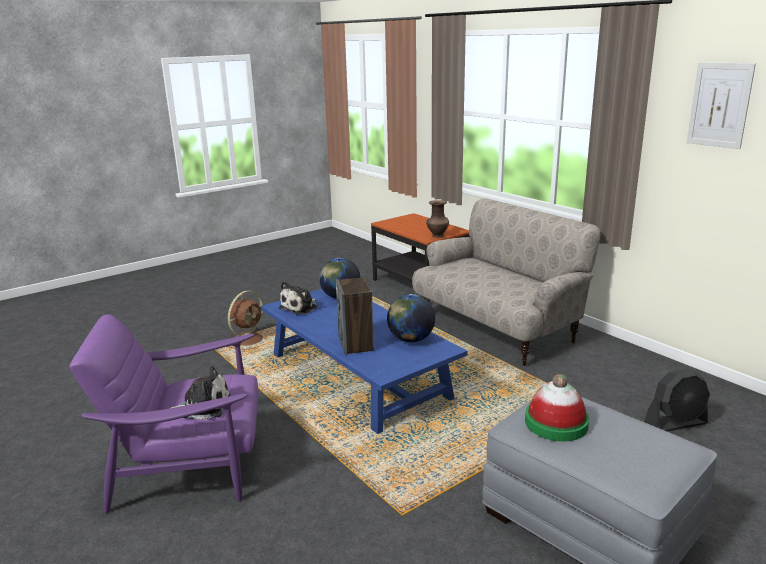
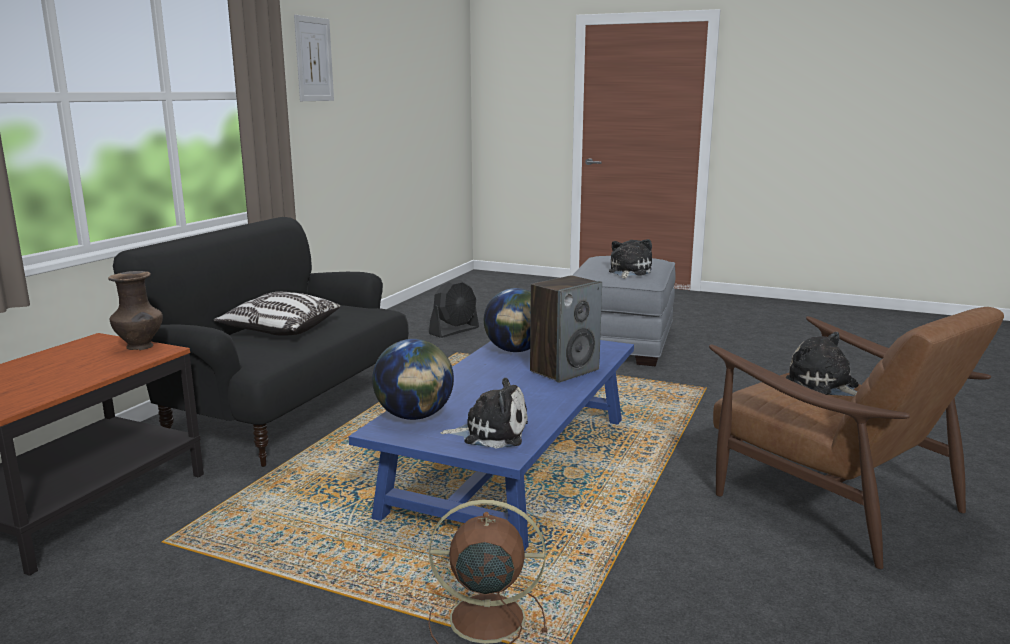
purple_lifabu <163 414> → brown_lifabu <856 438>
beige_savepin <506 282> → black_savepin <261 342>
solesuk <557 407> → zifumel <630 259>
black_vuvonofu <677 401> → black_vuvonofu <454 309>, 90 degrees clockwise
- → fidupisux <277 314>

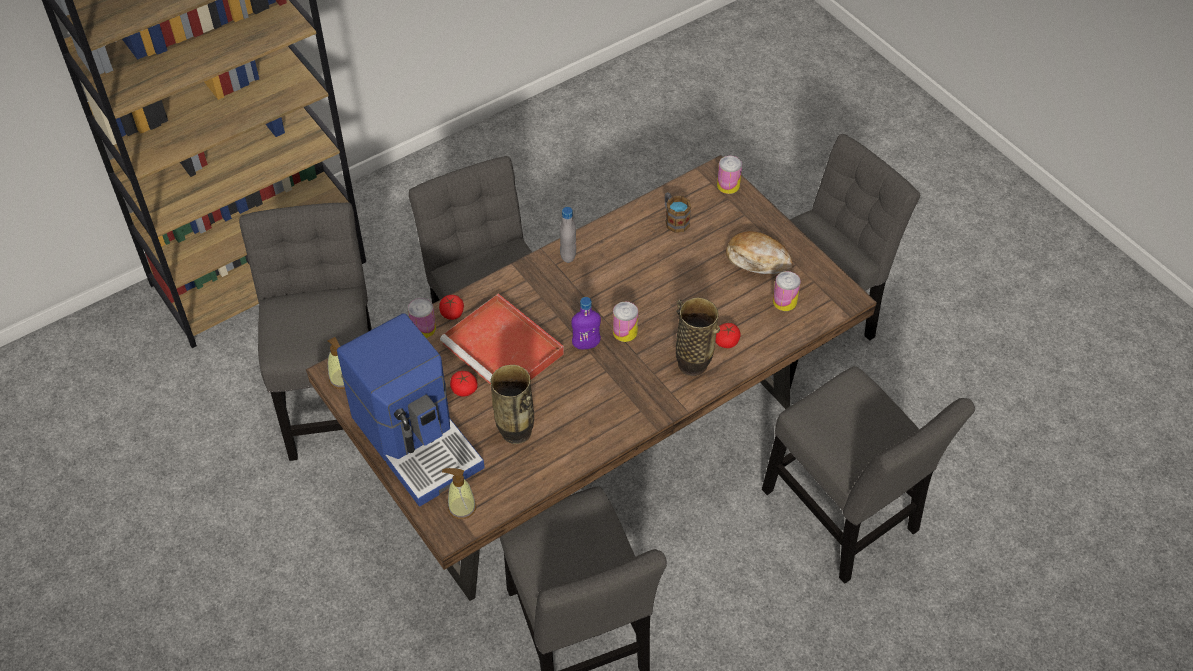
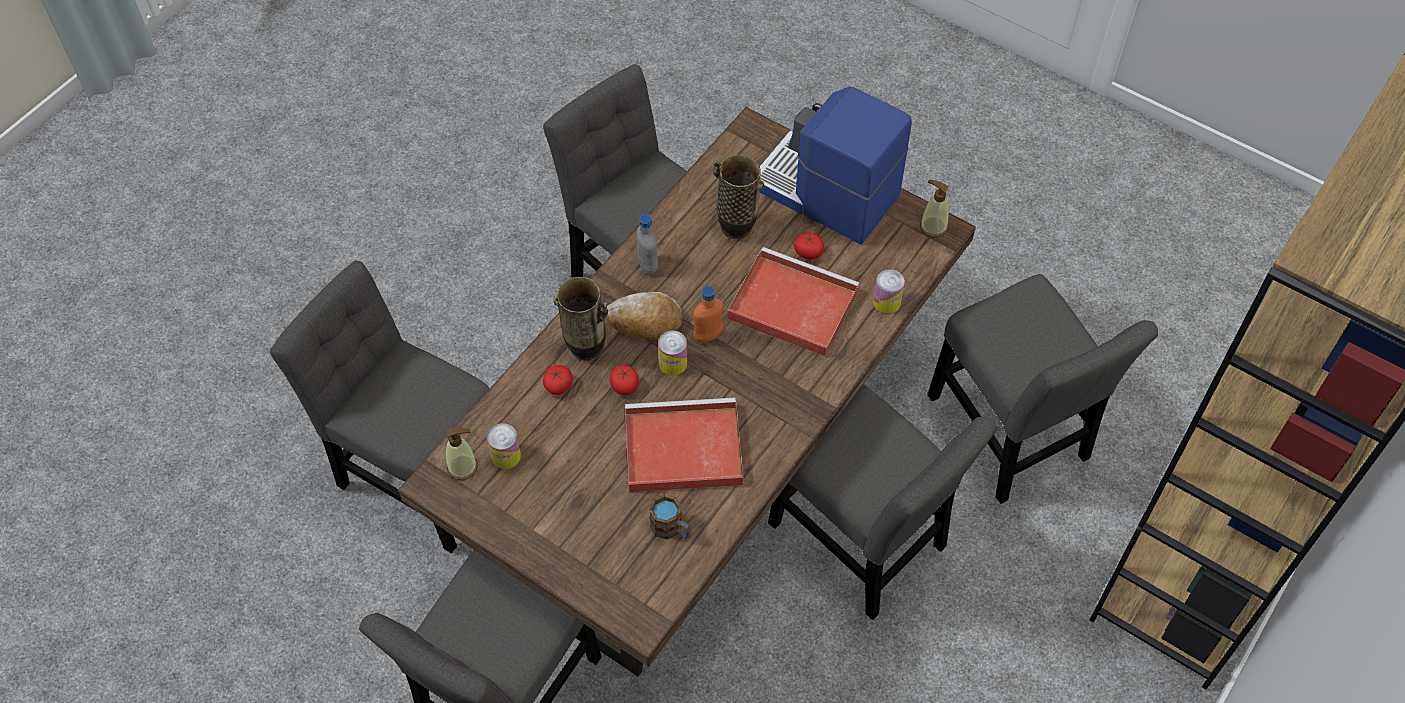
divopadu <451 307> → divopadu <624 380>, shifted
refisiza <459 493> → refisiza <462 454>, shifted
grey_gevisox <568 235> → grey_gevisox <647 244>, shifted
purple_gevisox <586 323> → orange_gevisox <708 314>
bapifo <729 175> → -
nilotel <759 252> → nilotel <644 316>, shifted
- → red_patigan <684 445>

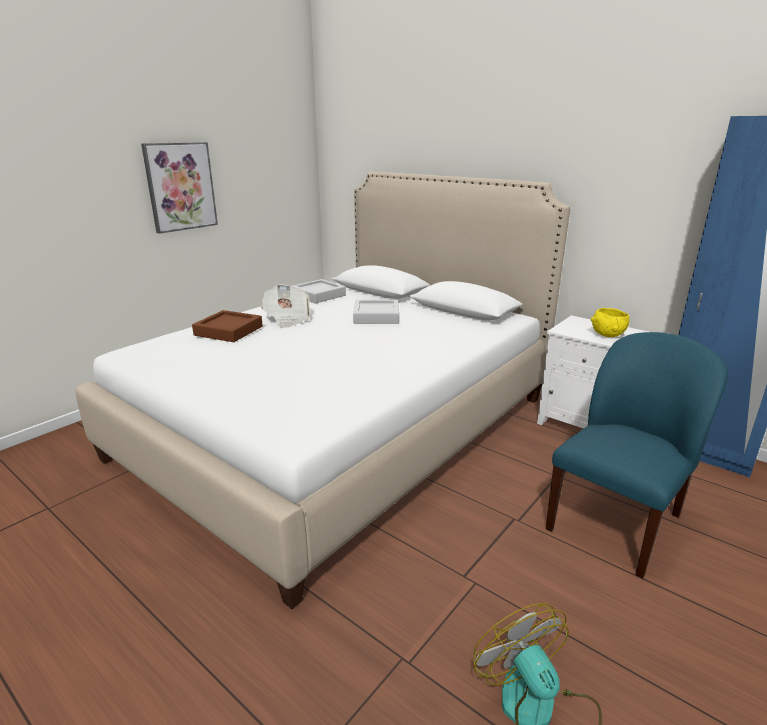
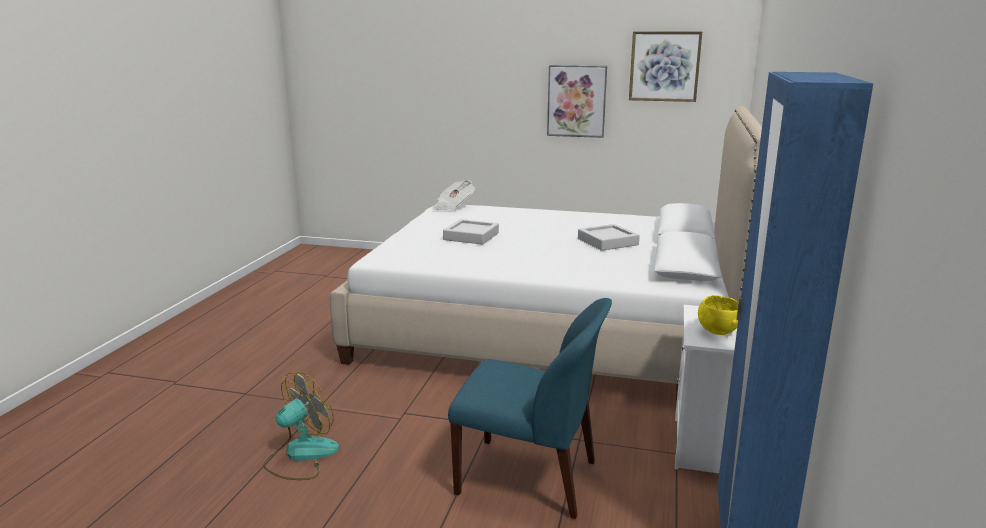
brown_patigan <227 326> → -
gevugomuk <285 306> → gevugomuk <453 195>, shifted
grey_patigan <318 291> → grey_patigan <471 232>, shifted
- → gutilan <665 67>

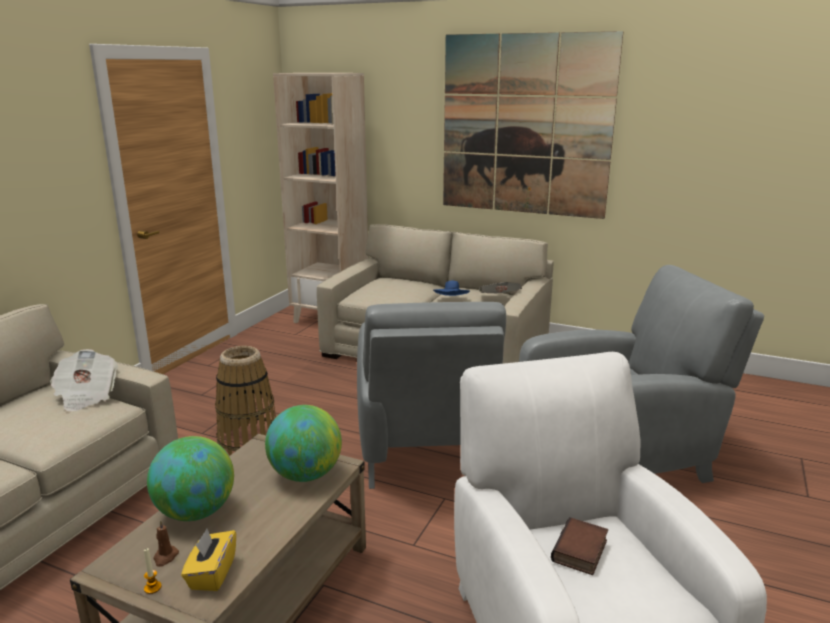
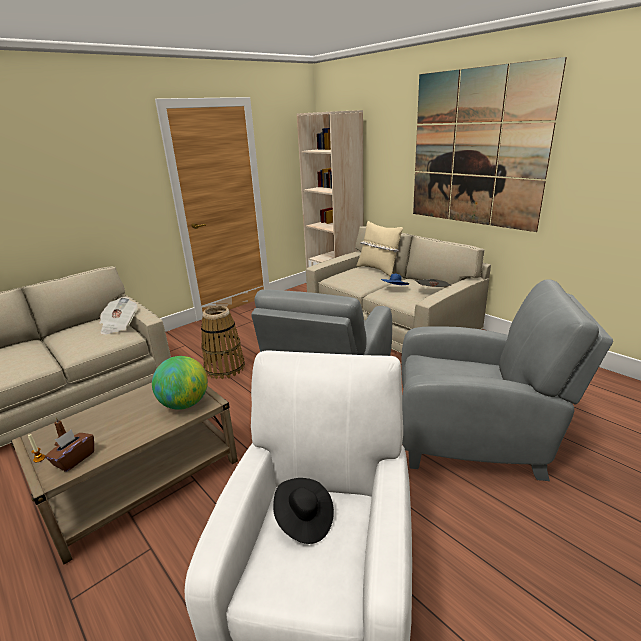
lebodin <190 478> → -
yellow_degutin <208 559> → brown_degutin <69 450>
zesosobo <579 546> → black_solesuk <303 511>
- → beige_fidupisux <380 249>

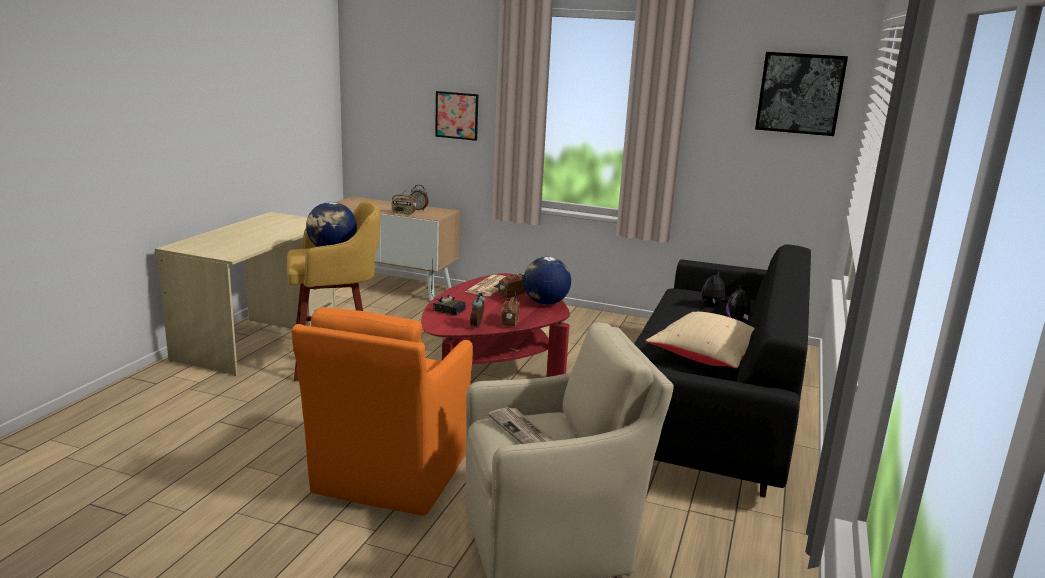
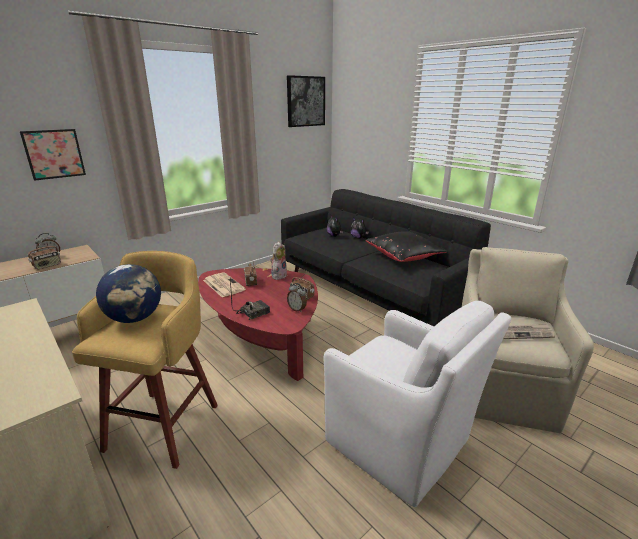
orange_lifabu <382 411> → white_lifabu <417 404>
lebodin <547 281> → zifumel <278 261>
beige_fidupisux <700 340> → black_fidupisux <407 246>

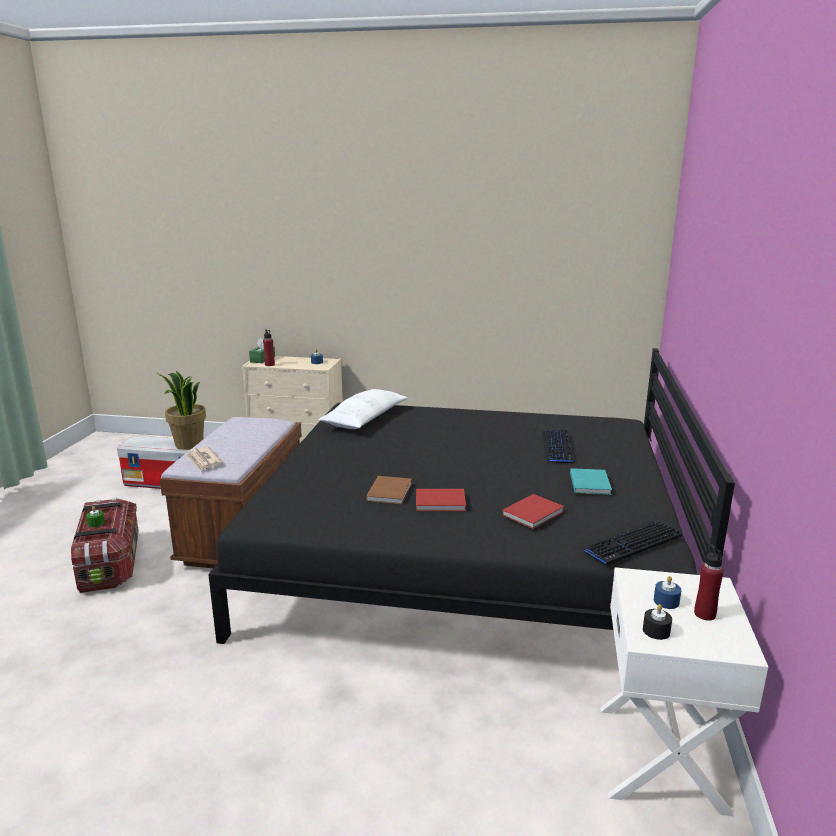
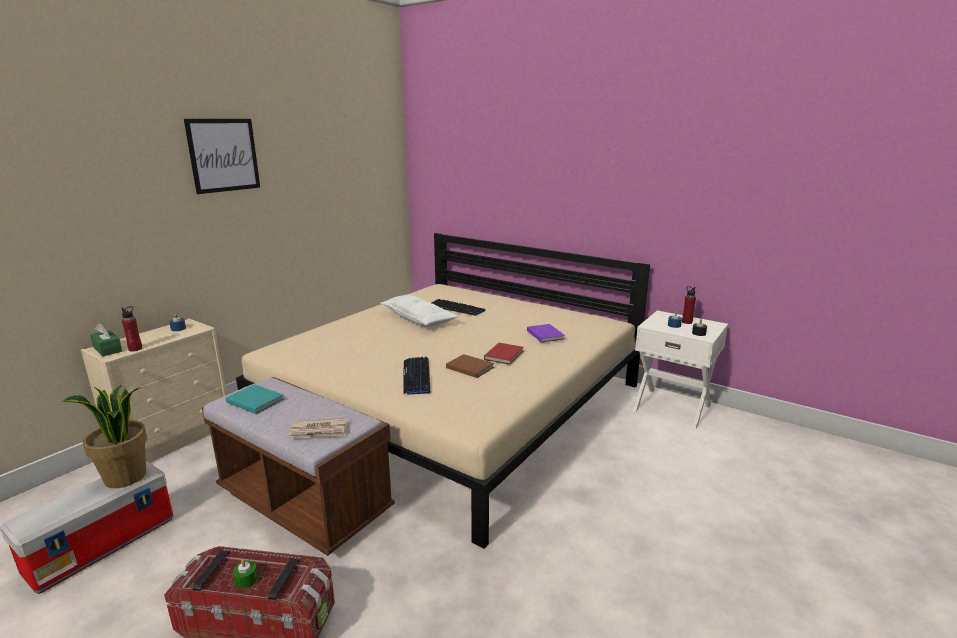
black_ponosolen <471 496> → beige_ponosolen <443 391>
white_fidupisux <363 409> → white_fidupisux <419 311>, shifted
red_zesosobo <533 511> → purple_zesosobo <546 333>
turquoise_zesosobo <591 481> → turquoise_zesosobo <255 399>, shifted
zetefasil <631 543> → zetefasil <416 376>, shifted
- → gutilan <222 156>

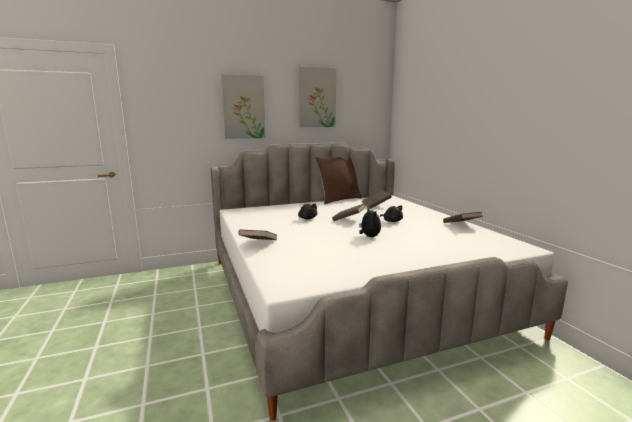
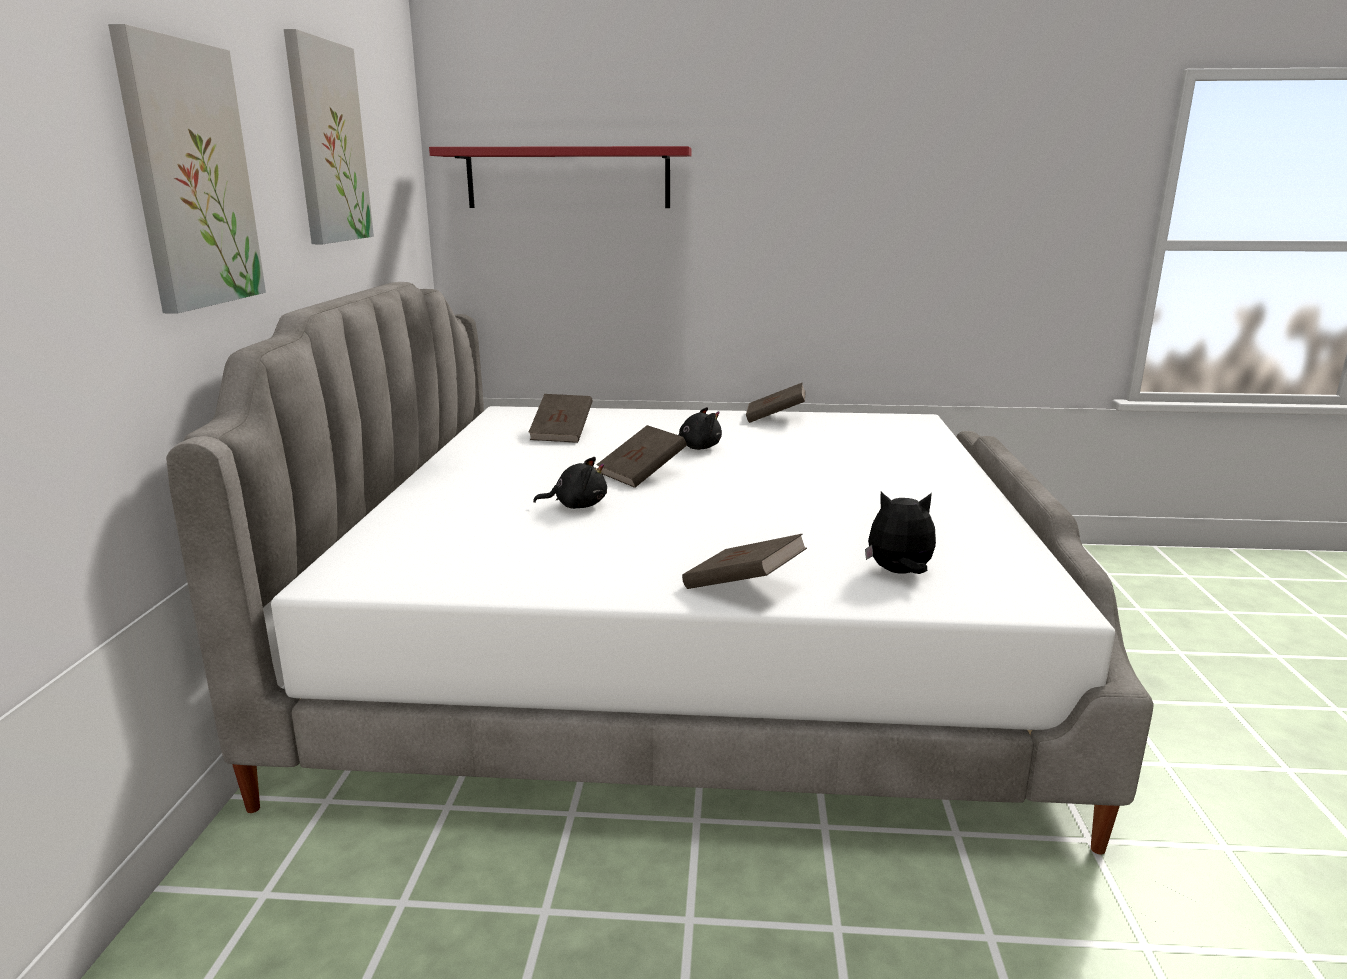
brown_fidupisux <338 180> → -
zifumel <370 222> → zifumel <900 533>, shifted
- → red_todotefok <560 177>

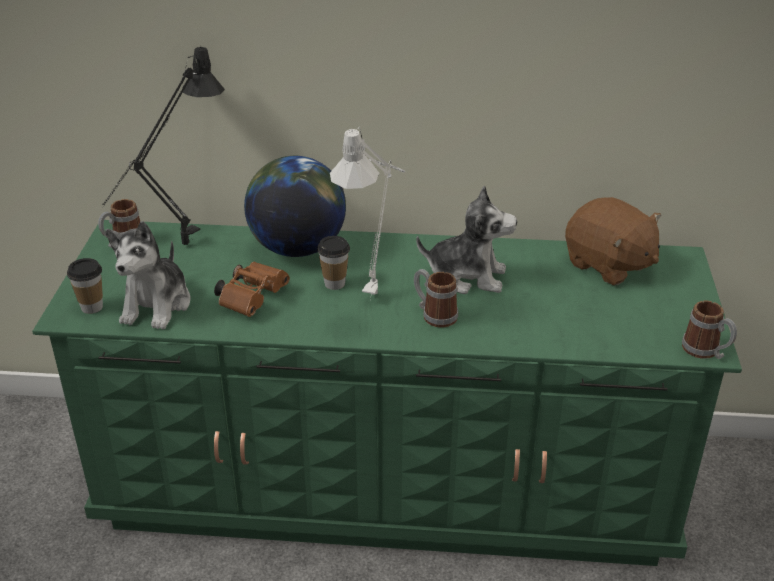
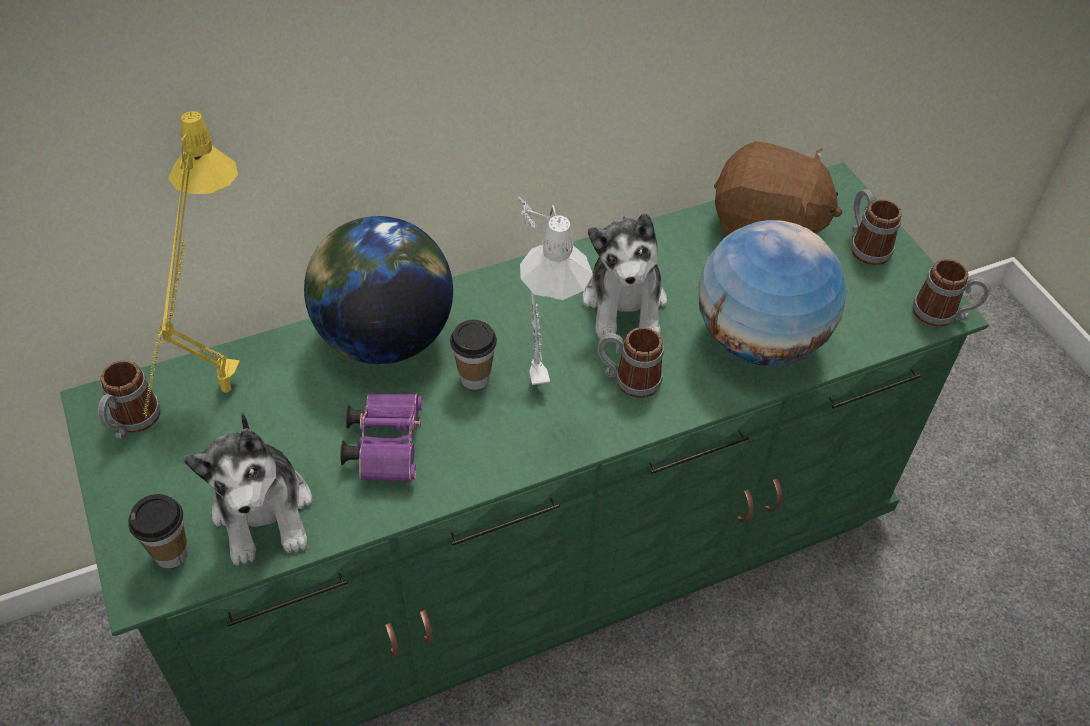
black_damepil <164 146> → yellow_damepil <191 264>
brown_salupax <252 289> → purple_salupax <381 437>
zifumel <466 240> → zifumel <624 275>, 105 degrees clockwise
- → lebodin <772 293>
- → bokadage <876 227>

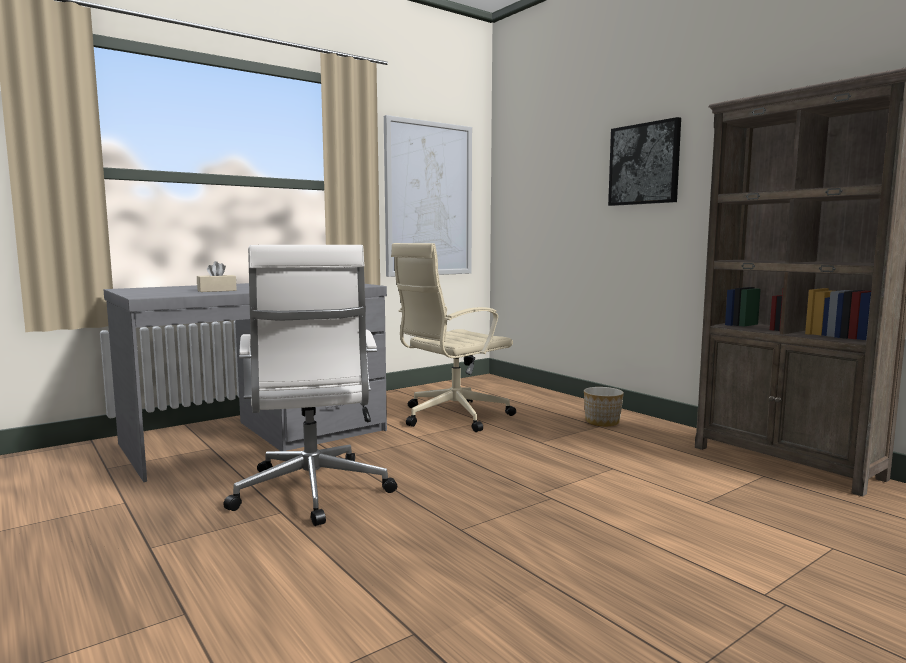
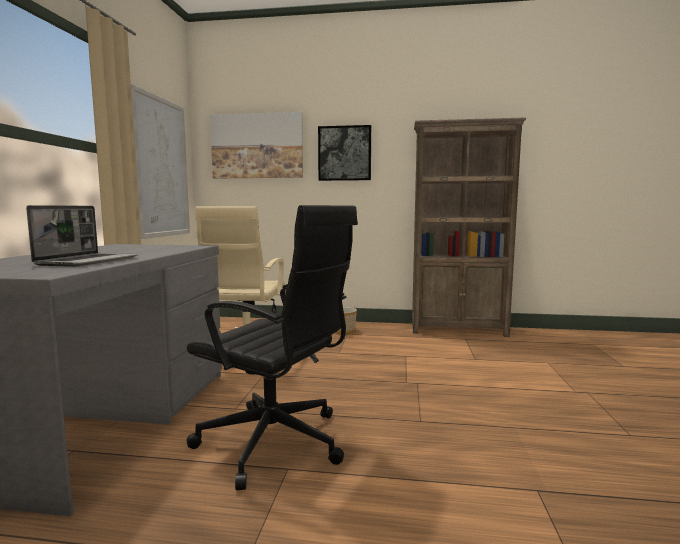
beige_degutin <217 276> → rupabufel <82 236>
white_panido <310 385> → black_panido <272 347>
- → gutilan <256 145>

